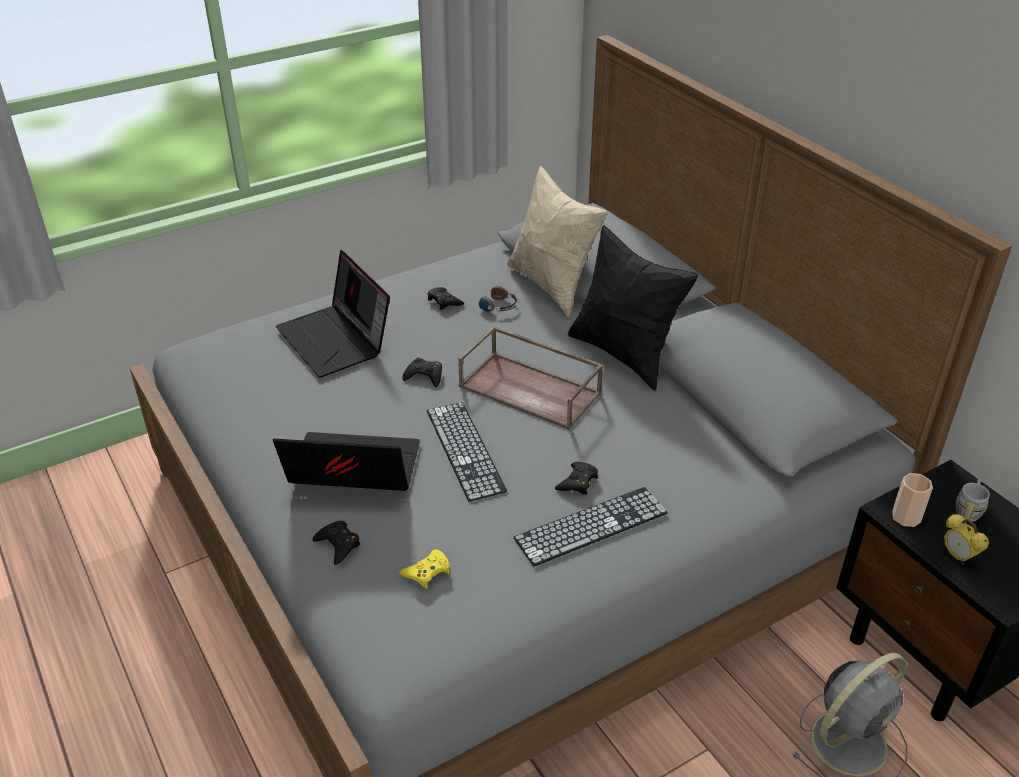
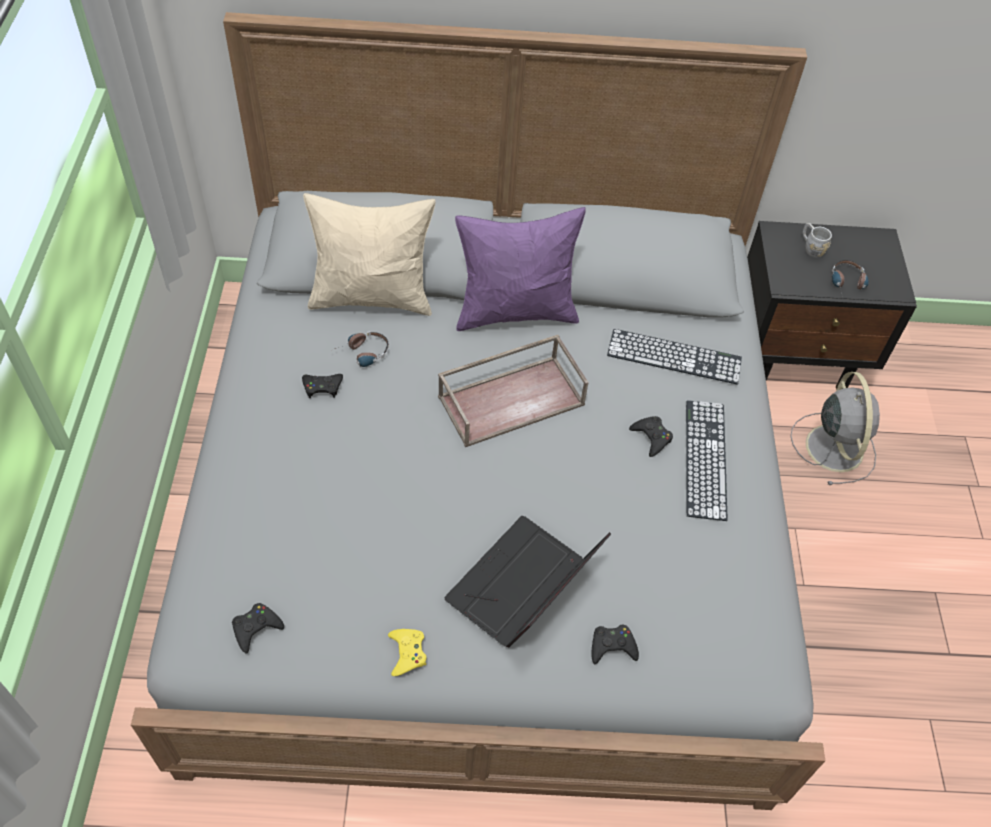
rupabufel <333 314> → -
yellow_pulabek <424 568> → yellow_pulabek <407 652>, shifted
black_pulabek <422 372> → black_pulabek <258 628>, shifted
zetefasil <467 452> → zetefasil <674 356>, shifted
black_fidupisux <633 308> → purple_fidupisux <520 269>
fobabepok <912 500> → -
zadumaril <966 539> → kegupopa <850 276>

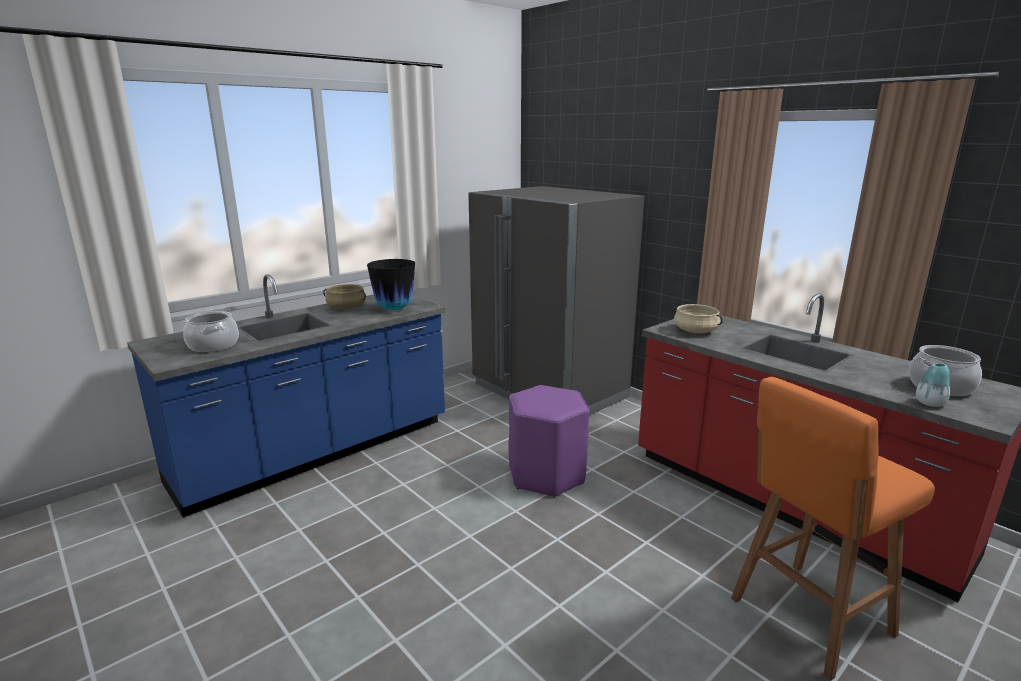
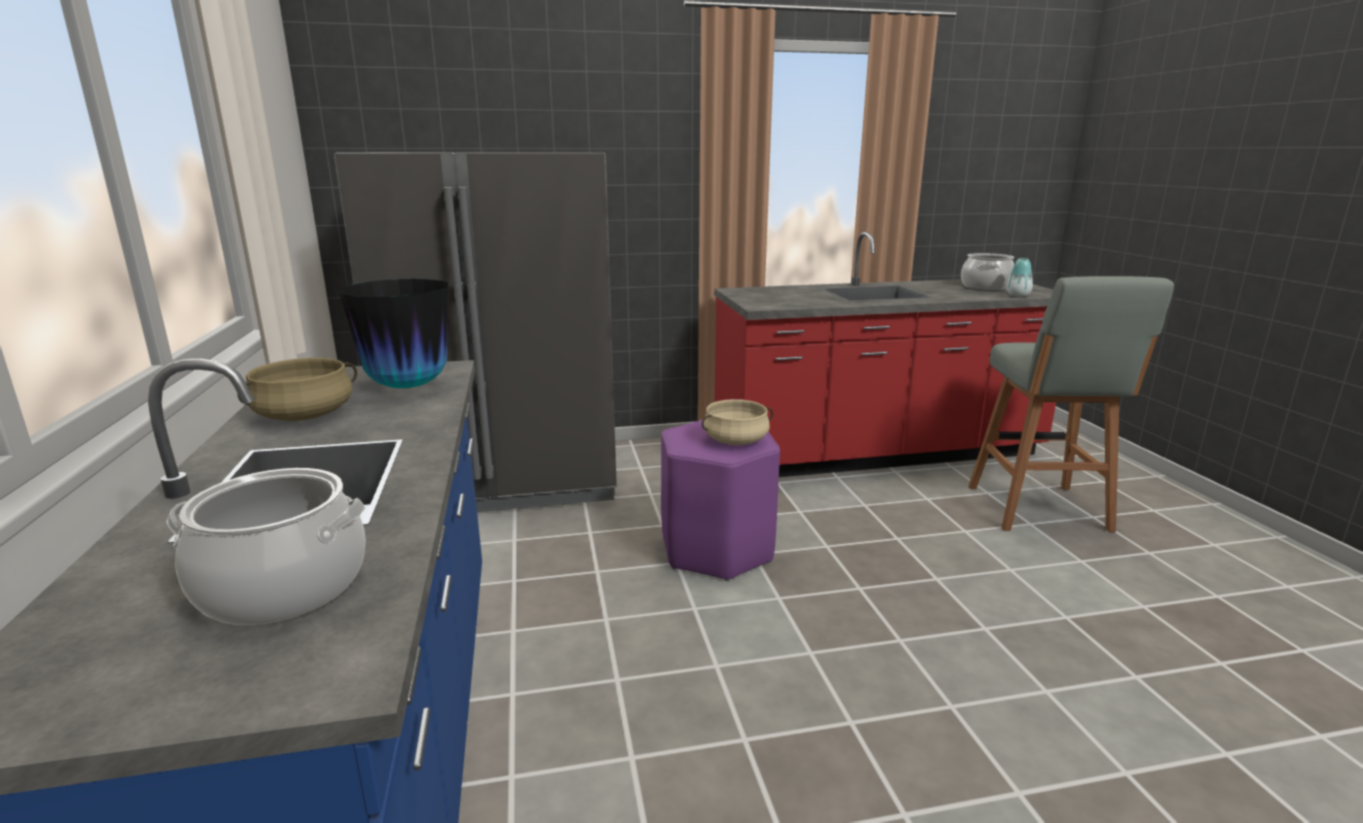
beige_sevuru <697 318> → beige_sevuru <737 422>, shifted
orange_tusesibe <833 529> → grey_tusesibe <1071 404>

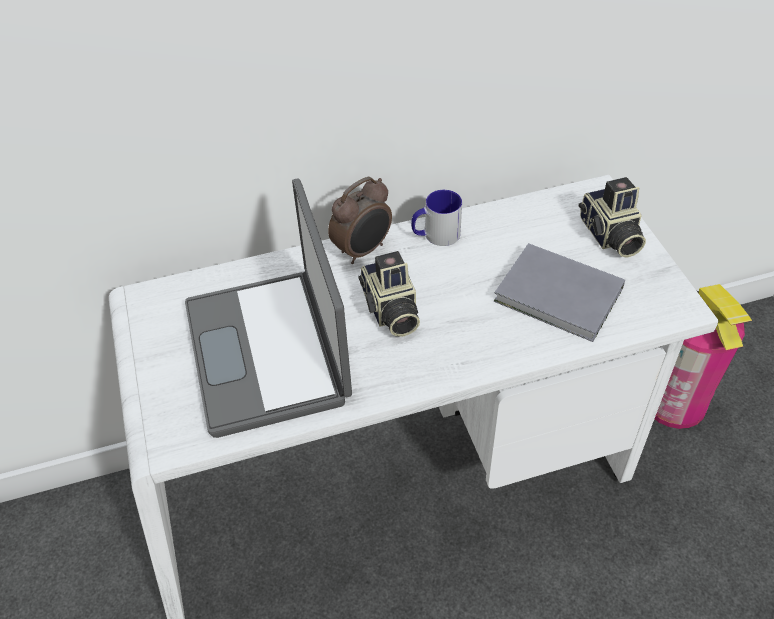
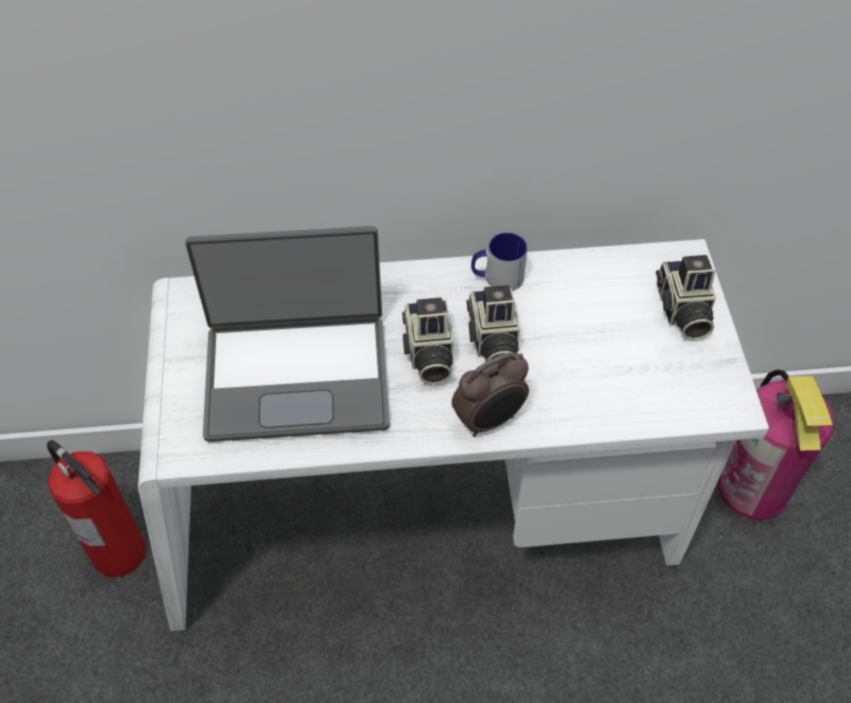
rupabufel <268 308> → rupabufel <288 334>, 90 degrees counterclockwise
zadumaril <360 220> → zadumaril <490 395>, shifted
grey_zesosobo <559 292> → -
- → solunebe <96 508>
- → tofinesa <493 323>

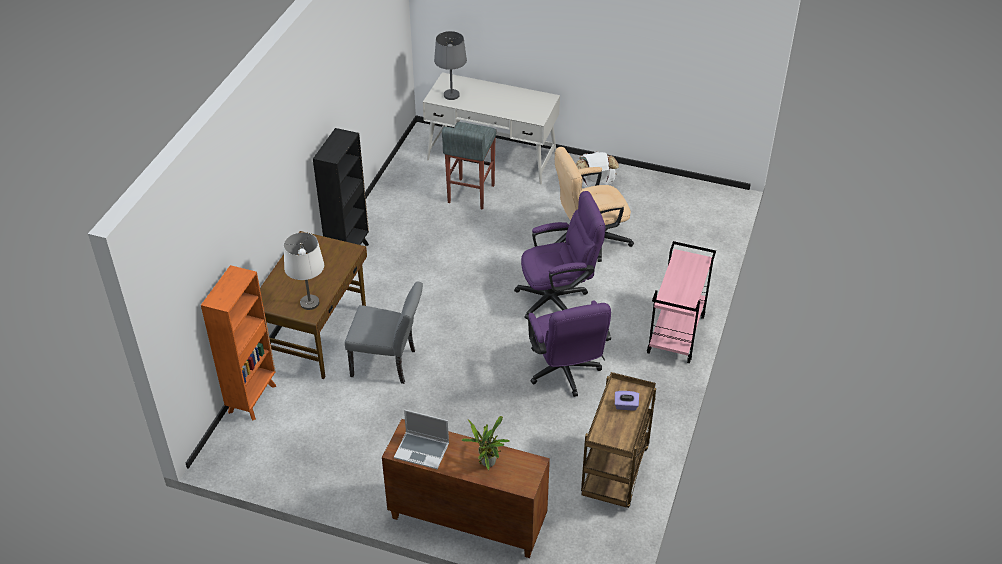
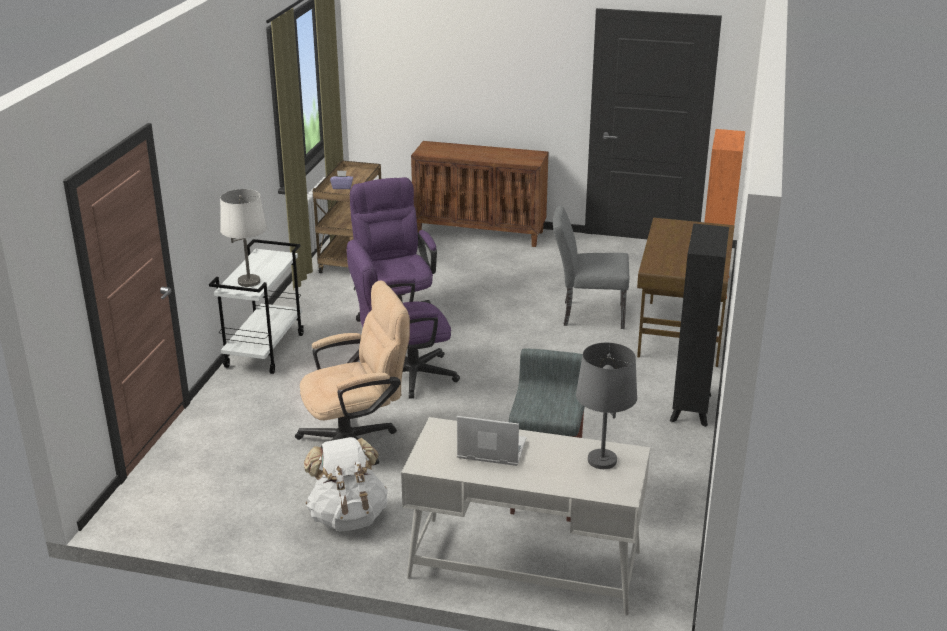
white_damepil <304 271> → white_damepil <243 238>, shifted
rupabufel <421 439> → rupabufel <491 441>, shifted
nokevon <485 443> → -
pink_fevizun <681 302> → white_fevizun <256 306>

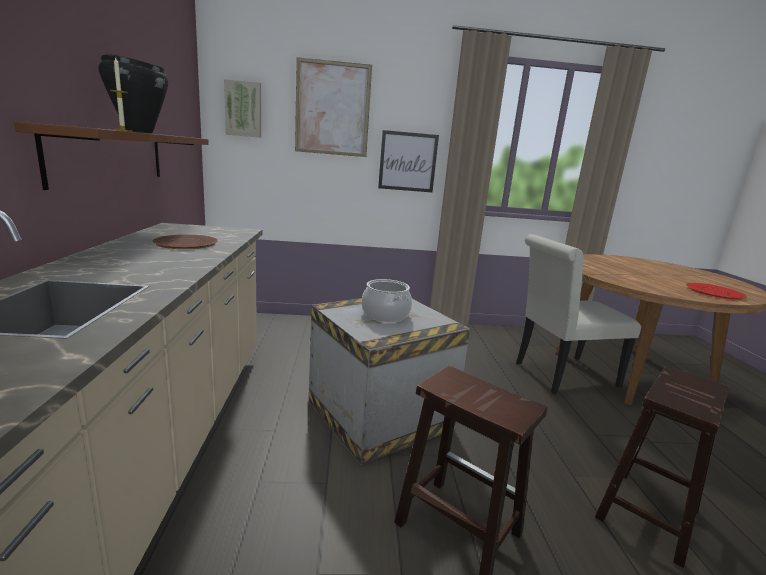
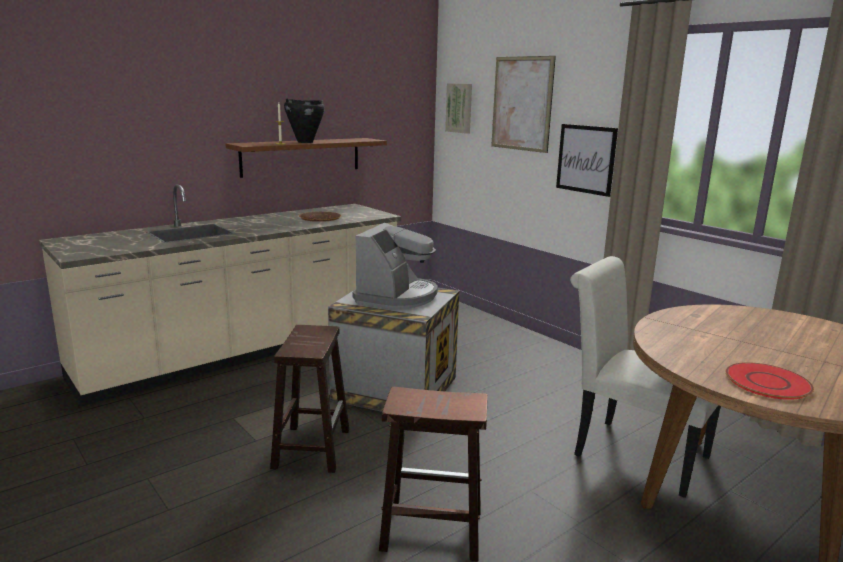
sevuru <386 300> → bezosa <395 266>

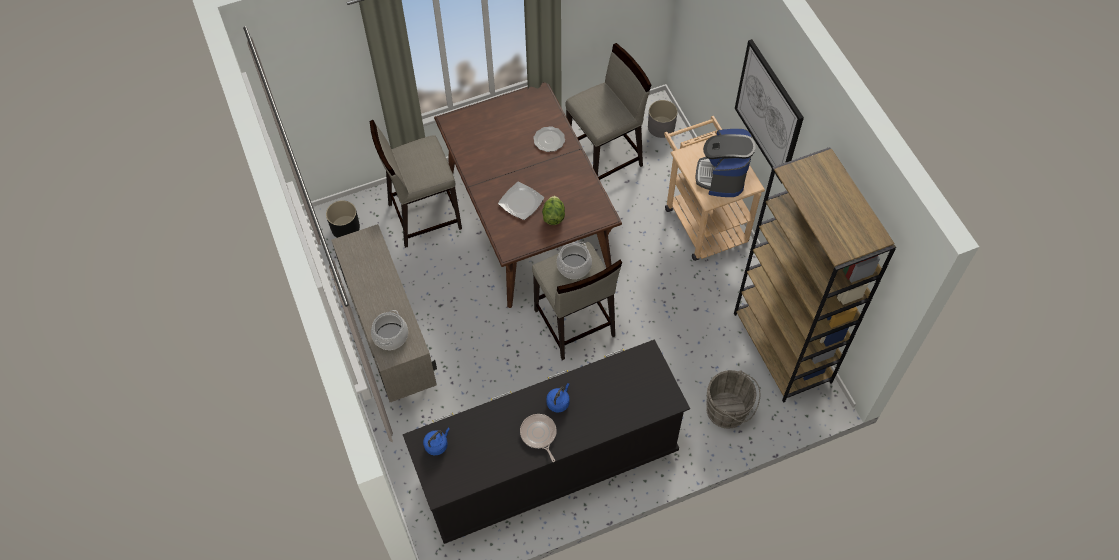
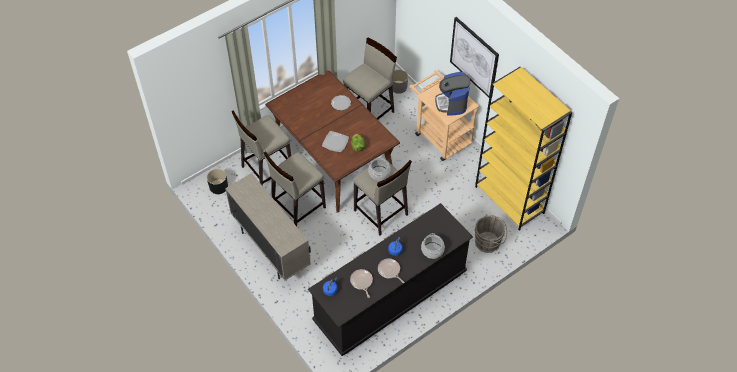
sevuru <389 330> → sevuru <433 246>, shifted
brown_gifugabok <815 275> → yellow_gifugabok <523 149>
- → beige_tusesibe <295 188>
- → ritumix <361 283>

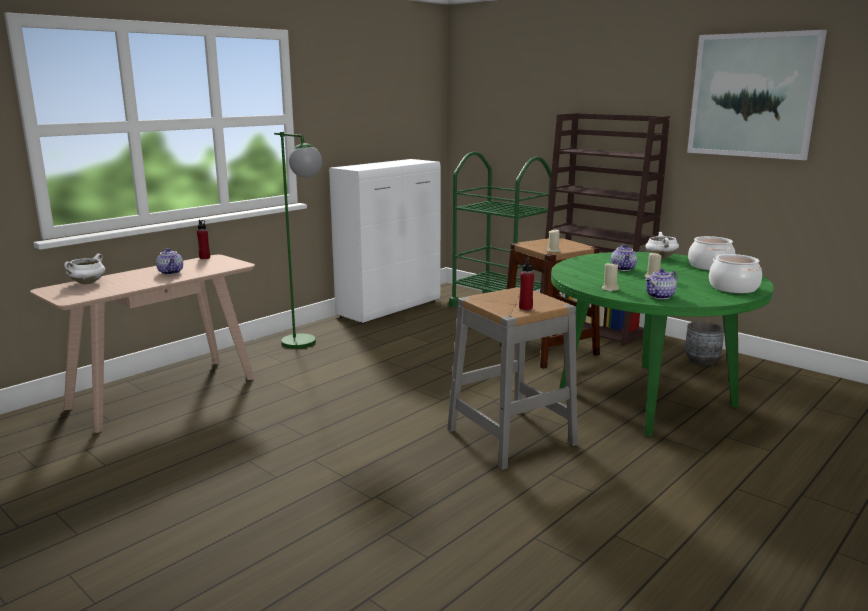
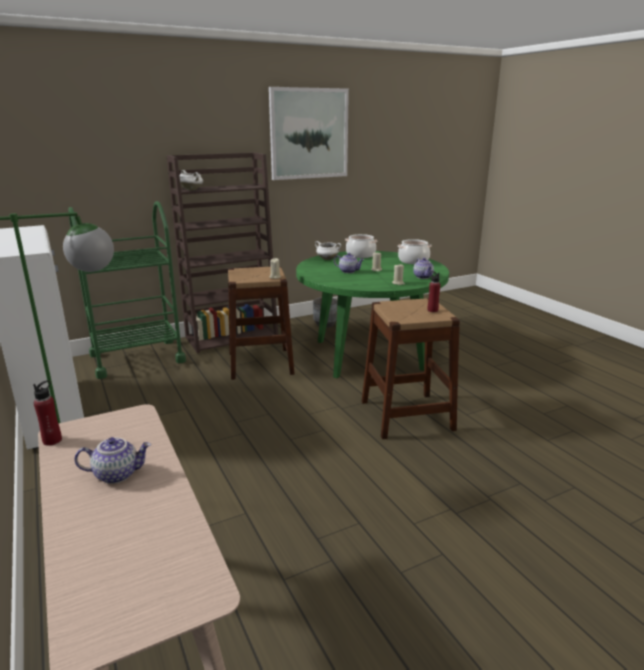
white_sevuru <84 269> → white_sevuru <191 180>, shifted
grey_tusesibe <512 378> → brown_tusesibe <410 369>

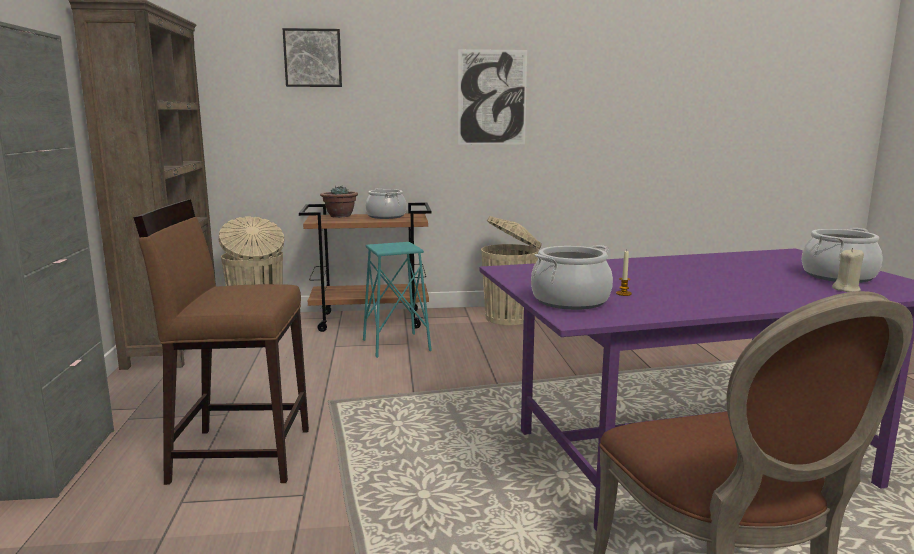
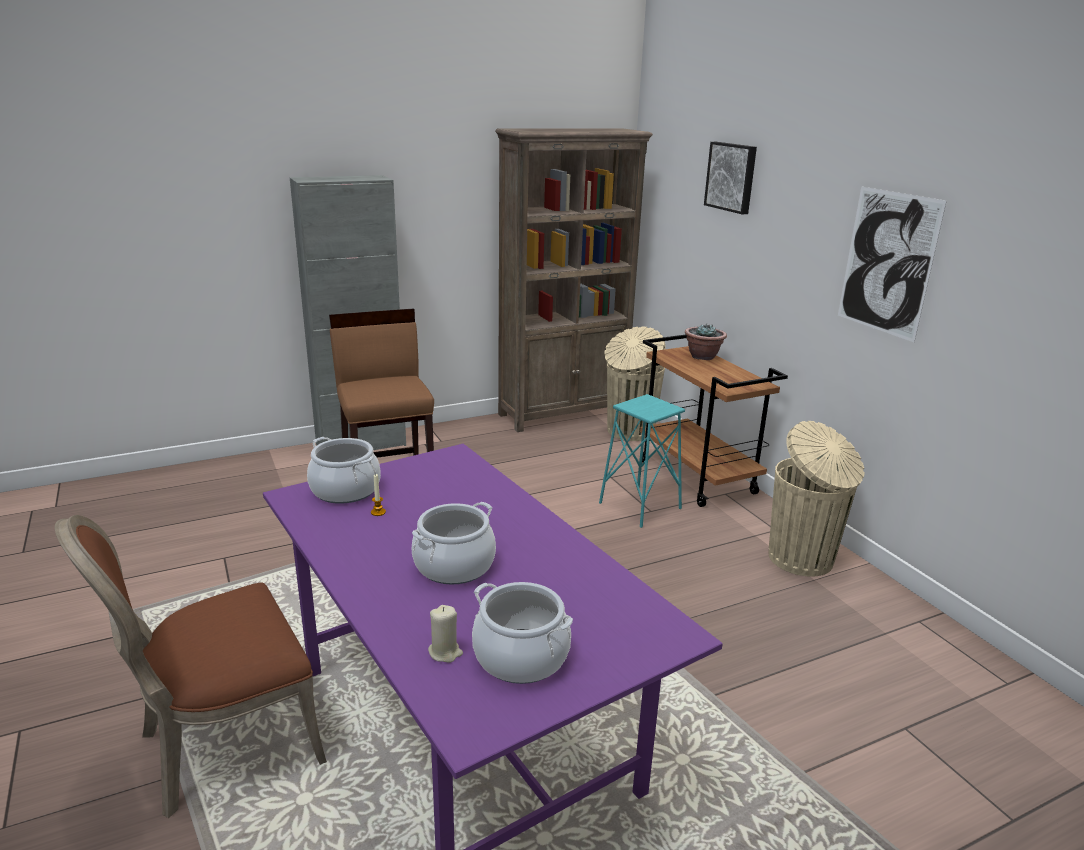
sevuru <385 203> → sevuru <454 543>, shifted

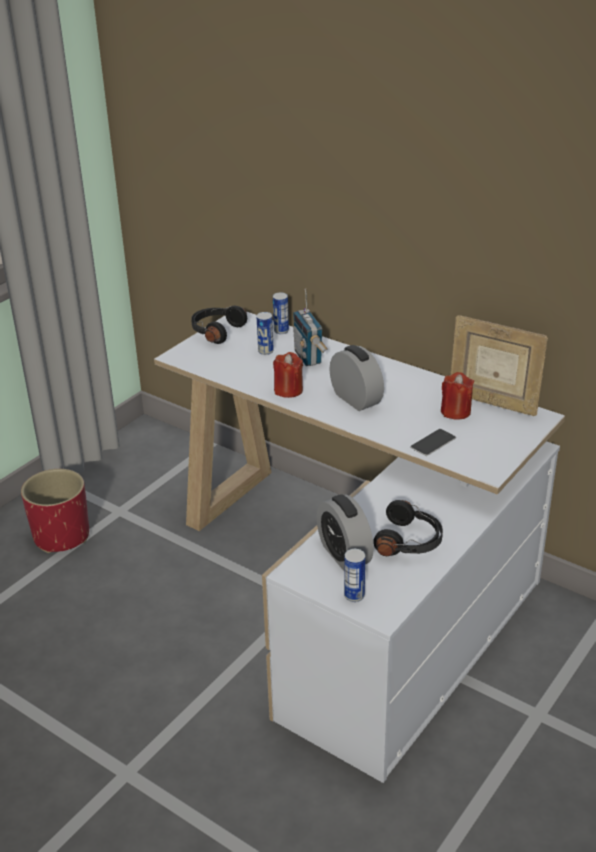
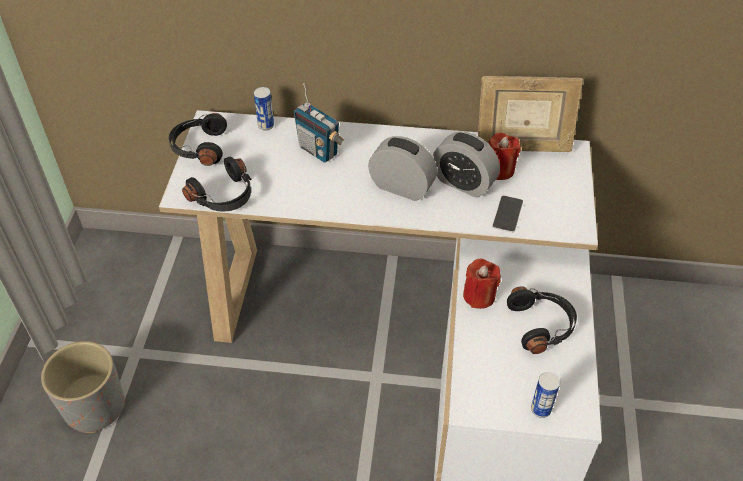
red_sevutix <55 511> → grey_sevutix <83 387>
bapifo <265 333> → -
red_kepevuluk <288 375> → red_kepevuluk <482 284>, shifted
zadumaril <345 532> → zadumaril <466 164>, shifted
- → black_kegupopa <216 184>

